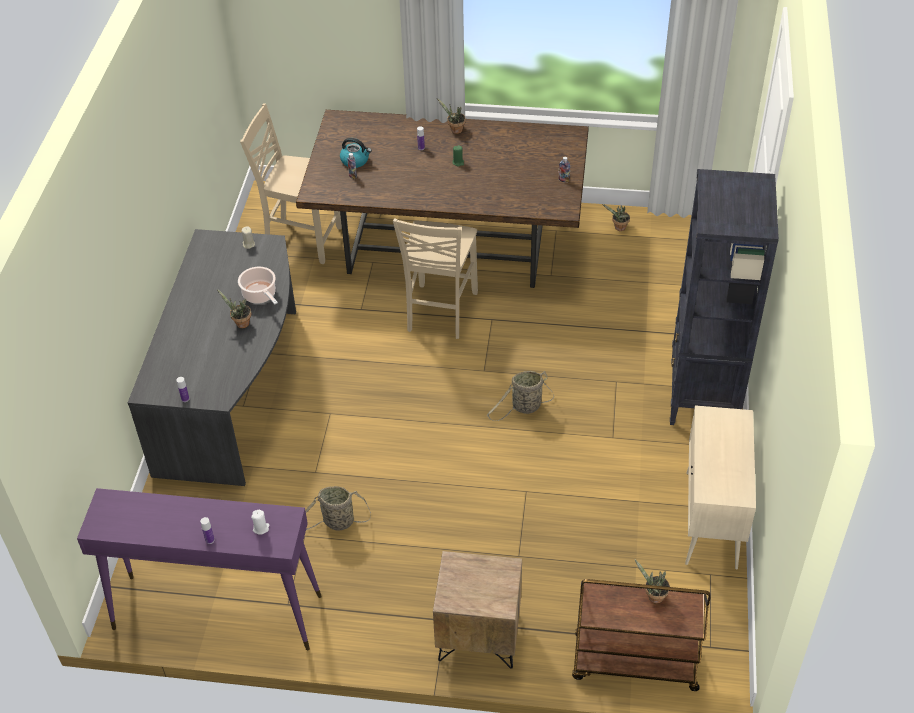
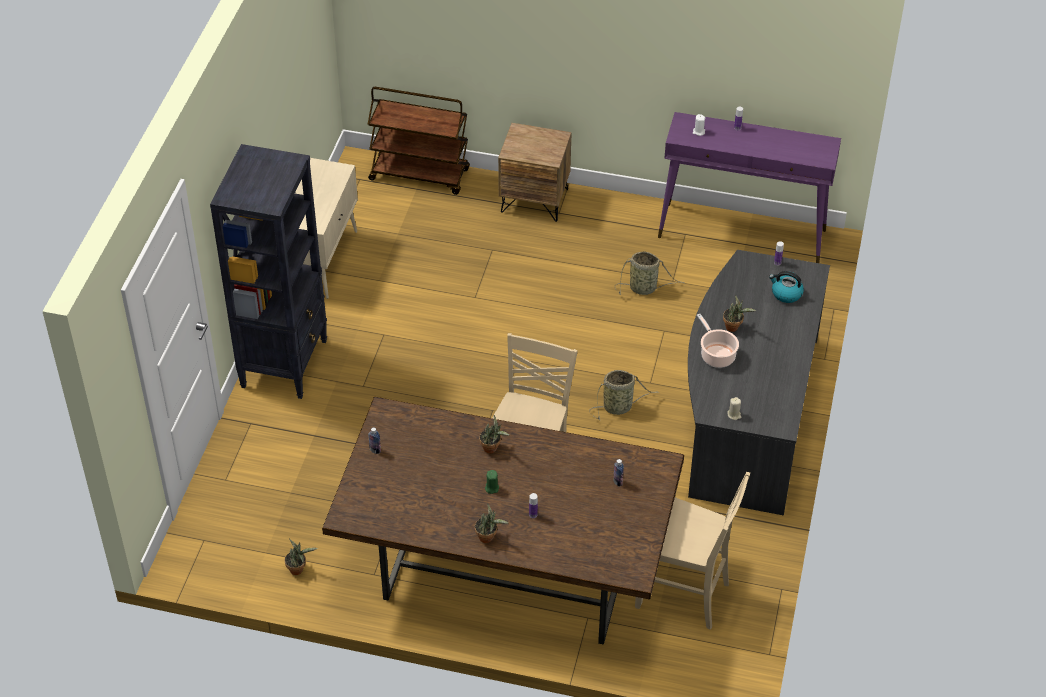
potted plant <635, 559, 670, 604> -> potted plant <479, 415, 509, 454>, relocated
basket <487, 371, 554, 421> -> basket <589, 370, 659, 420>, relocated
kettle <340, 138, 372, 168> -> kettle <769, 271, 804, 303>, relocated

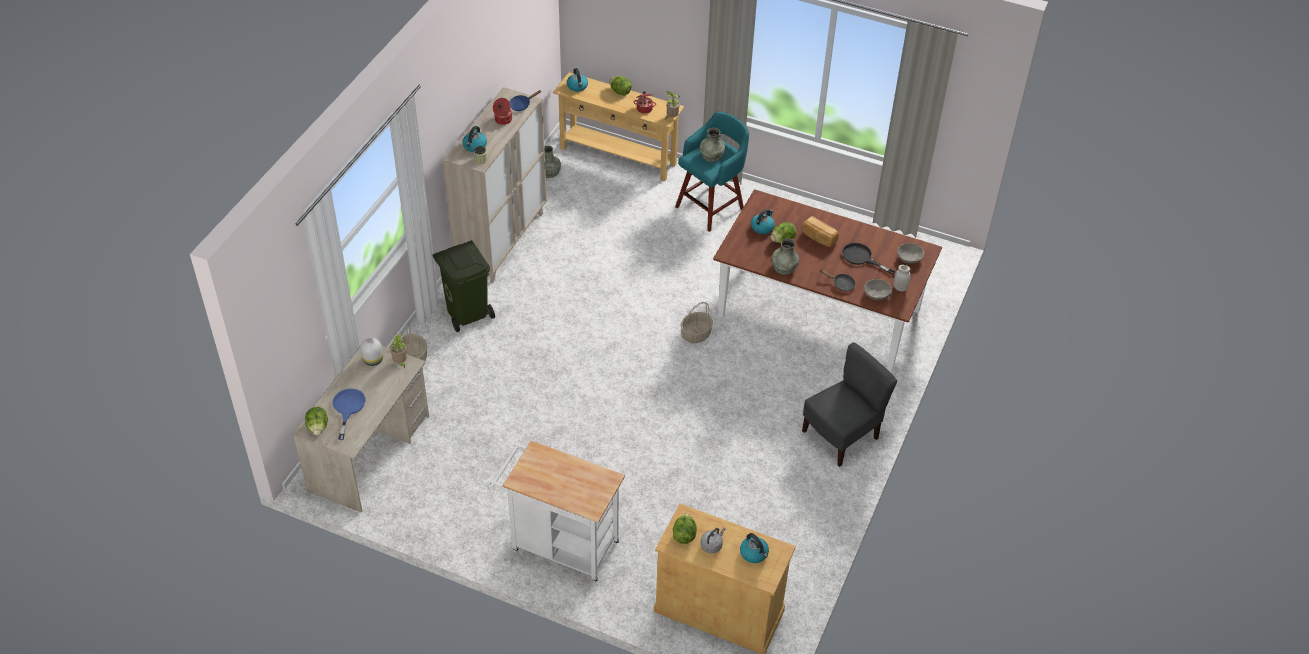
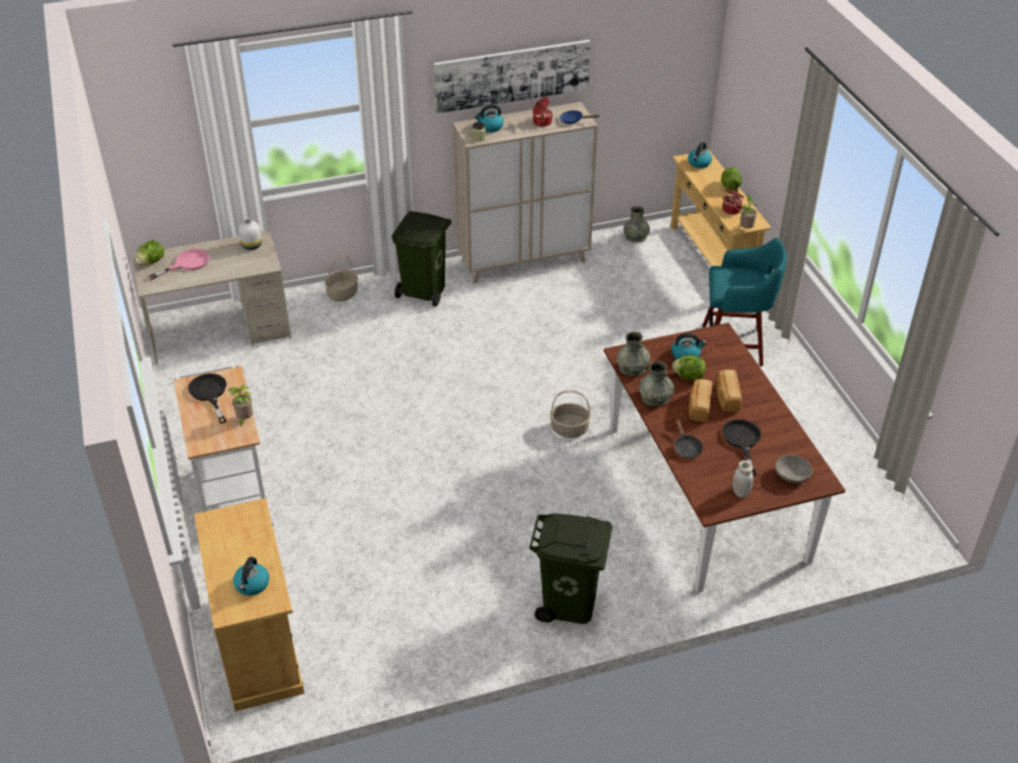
blue frying pan <333, 389, 365, 440> -> pink frying pan <148, 249, 209, 280>
none -> black frying pan <188, 374, 227, 424>
potted plant <390, 334, 407, 368> -> potted plant <228, 385, 253, 427>, relocated
none -> picture <434, 40, 591, 114>
grey chair <802, 343, 897, 467> -> green trash can <529, 513, 613, 624>
grey vase <699, 128, 725, 162> -> grey vase <617, 332, 650, 377>, relocated
none -> bread <689, 379, 713, 422>
lettuce <673, 514, 697, 544> -> none
grey kettle <701, 528, 725, 553> -> none
grey bowl <864, 279, 892, 300> -> none

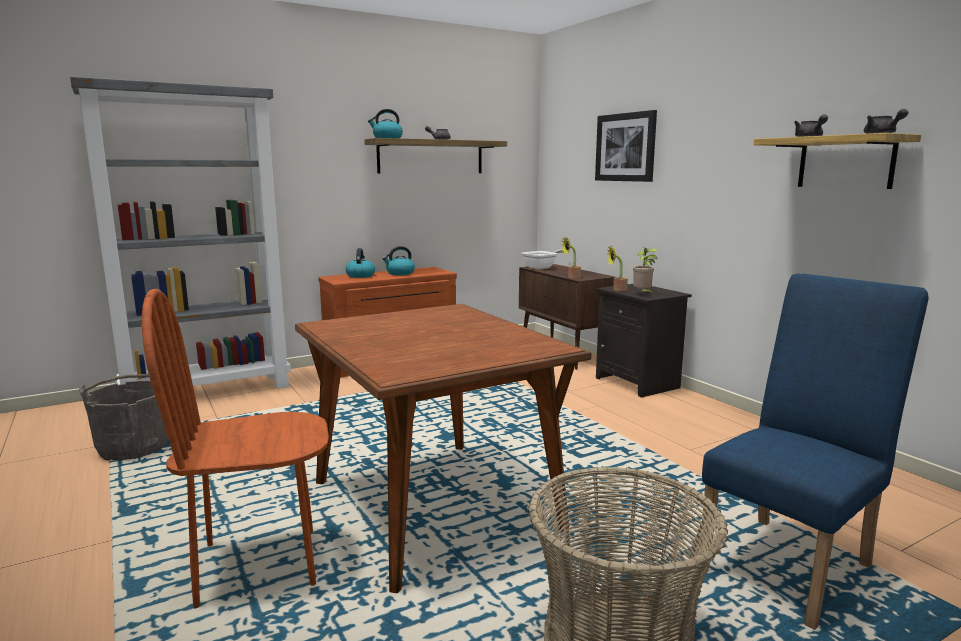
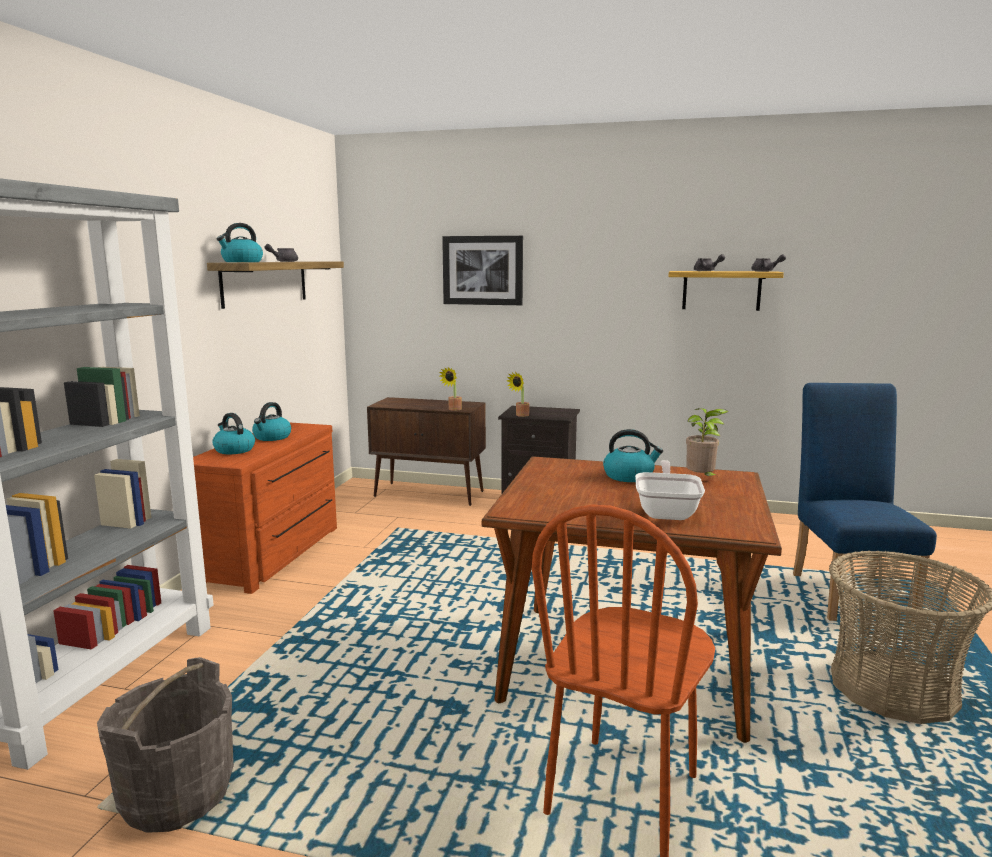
none -> kettle <603, 429, 663, 482>
frying pan <521, 249, 565, 269> -> frying pan <635, 460, 705, 520>, relocated
potted plant <633, 247, 658, 295> -> potted plant <686, 408, 728, 477>, relocated

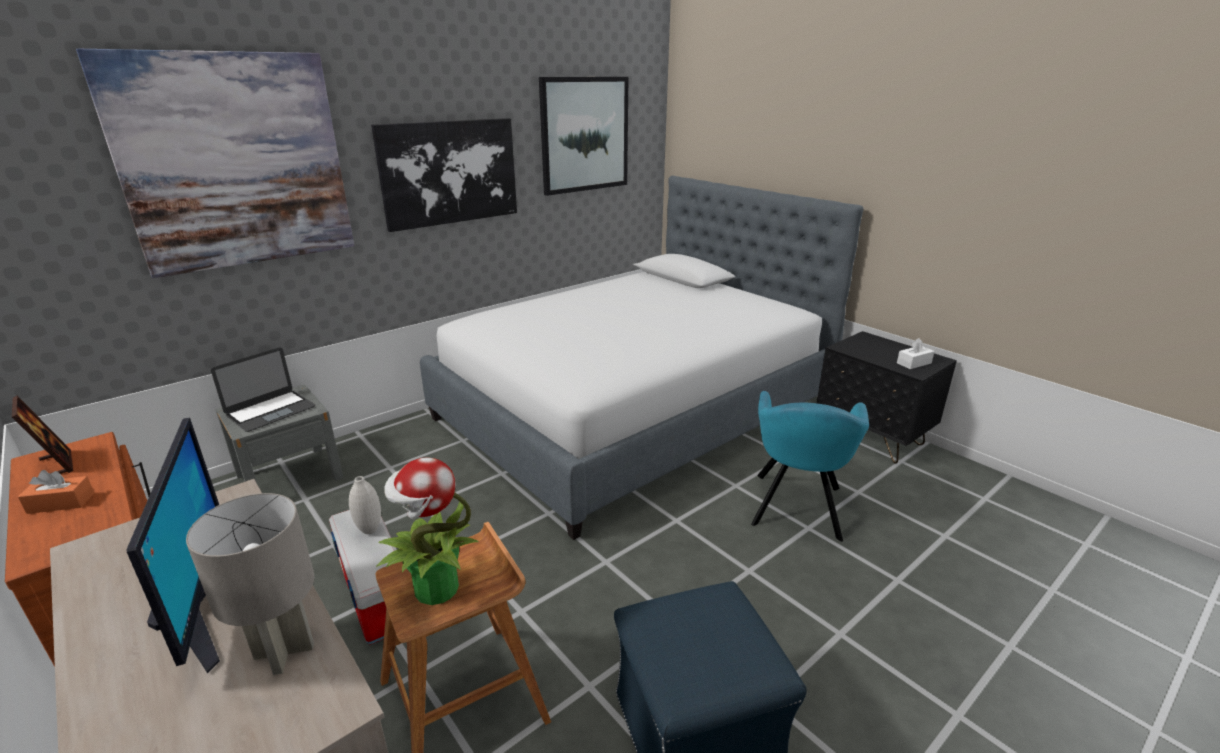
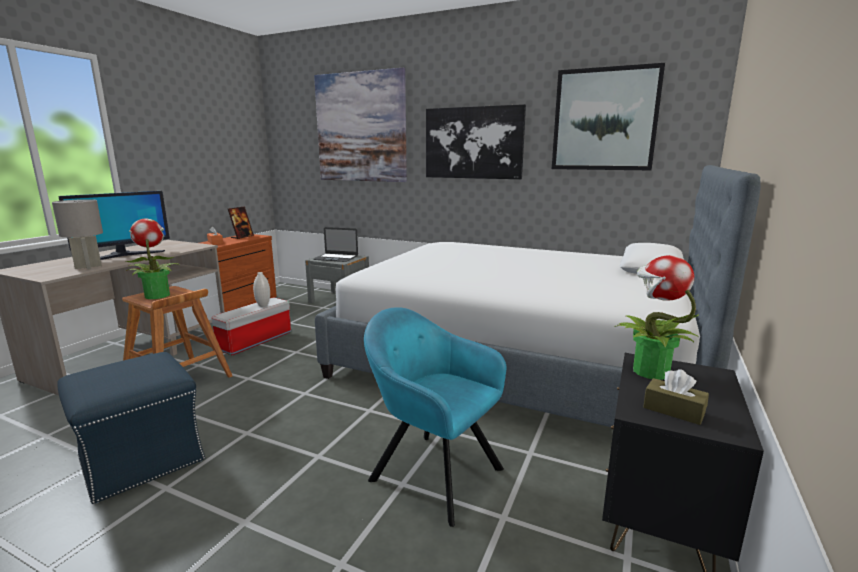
turquoise armchair <751, 391, 869, 541> -> turquoise armchair <364, 307, 506, 527>, 45 degrees clockwise
none -> potted plant <615, 255, 699, 380>
white tissue box <897, 338, 935, 369> -> brown tissue box <643, 369, 709, 425>

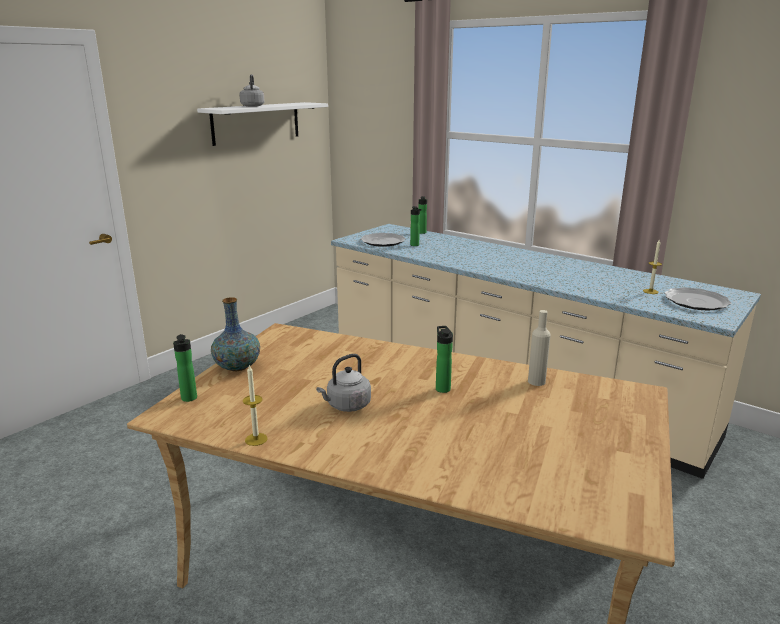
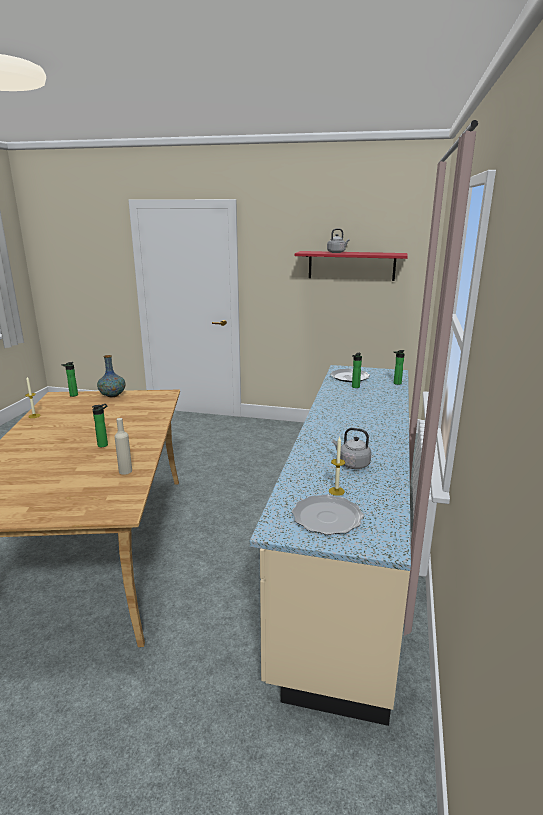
white shelf <197, 102, 328, 146> -> red shelf <295, 251, 408, 281>
grey kettle <316, 354, 371, 412> -> grey kettle <332, 428, 372, 469>, relocated

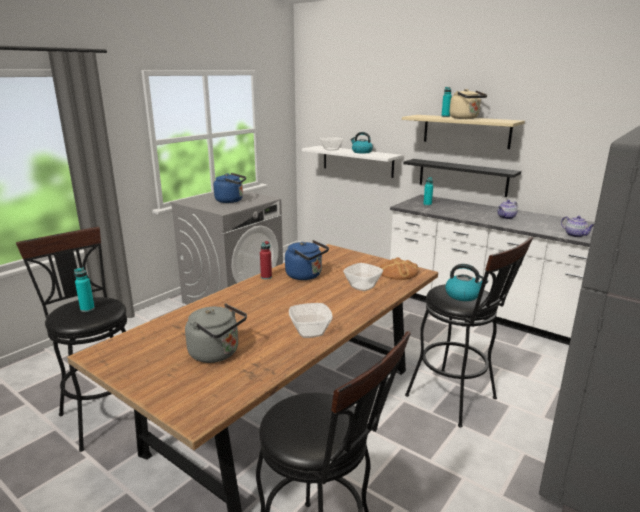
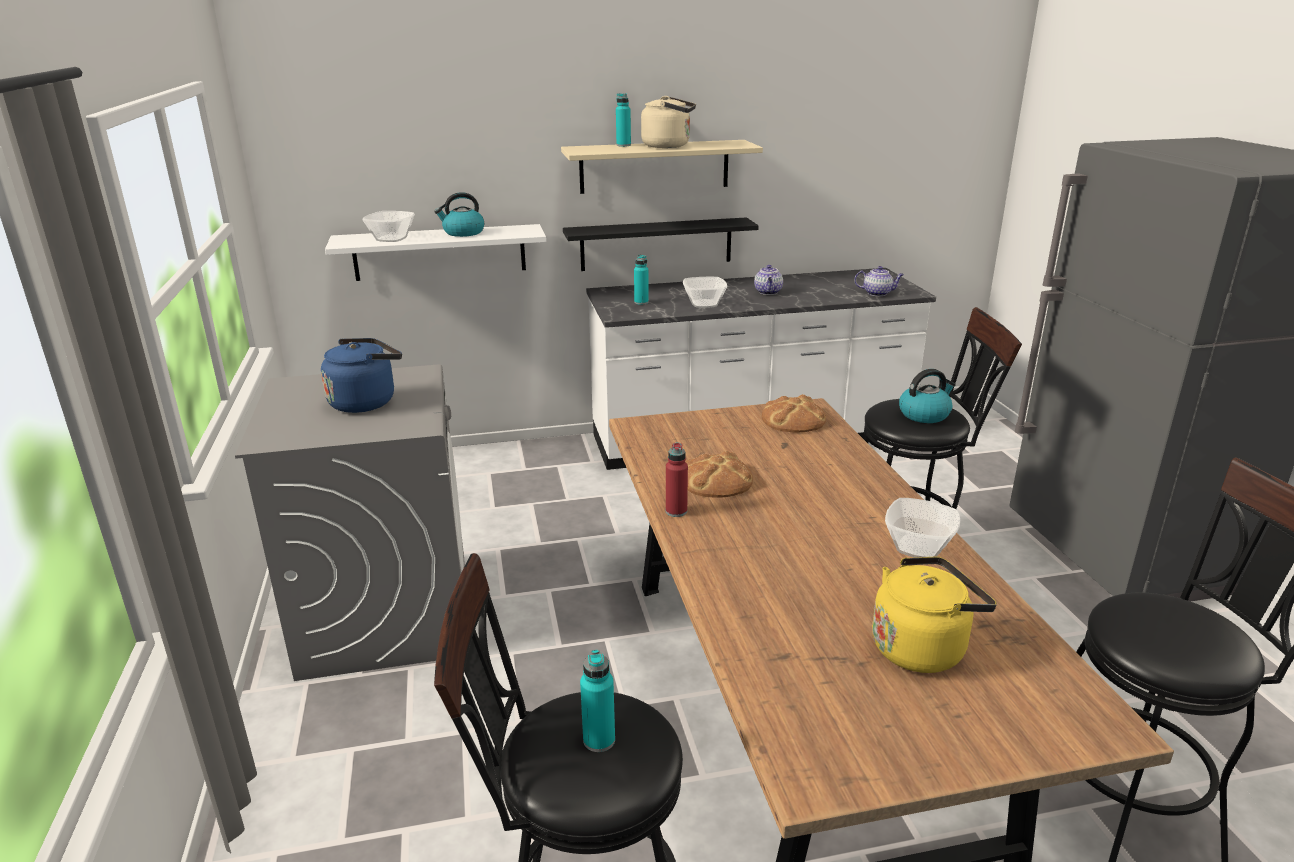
bowl <343, 263, 383, 291> -> bowl <683, 277, 727, 308>, relocated
blue kettle <285, 240, 329, 280> -> bread <685, 451, 753, 498>
grey kettle <185, 303, 247, 363> -> yellow kettle <872, 557, 997, 673>

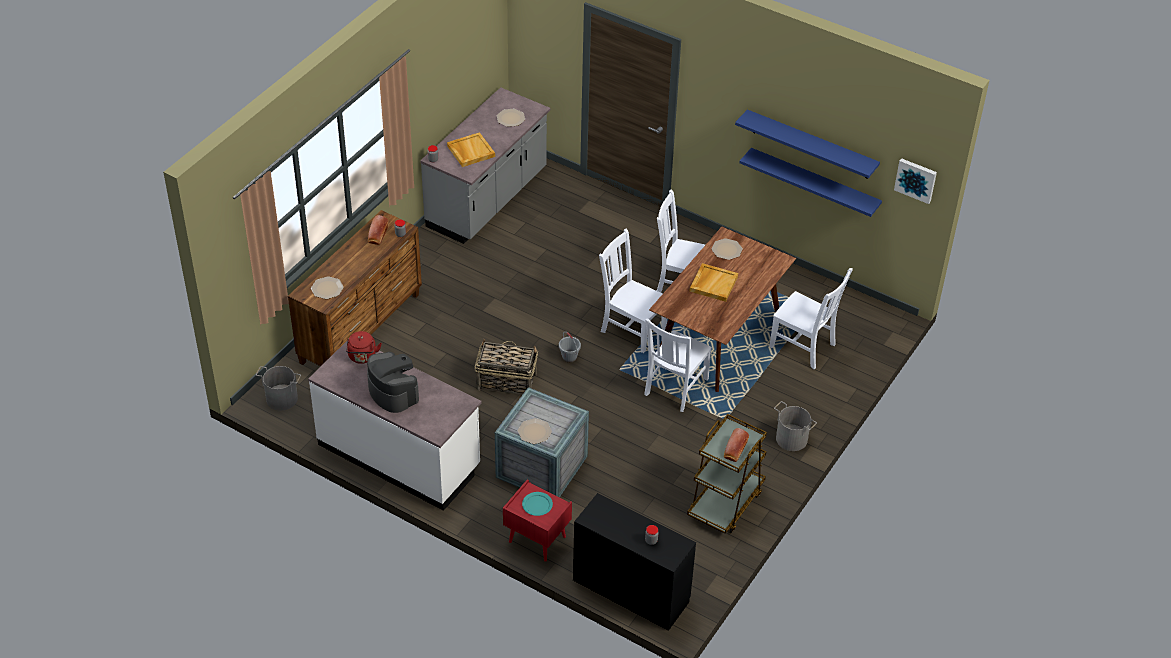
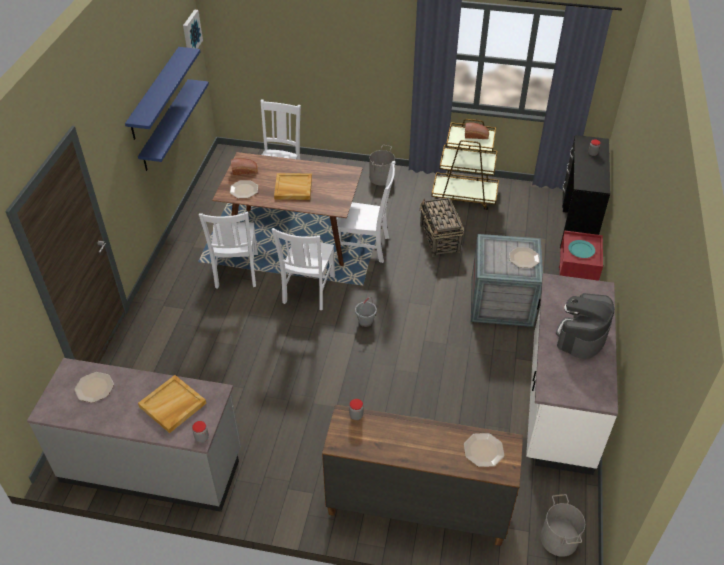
bread <368, 215, 388, 245> -> bread <231, 158, 258, 175>, relocated
basket <475, 339, 538, 395> -> basket <420, 198, 464, 256>, relocated
red kettle <346, 331, 382, 364> -> none

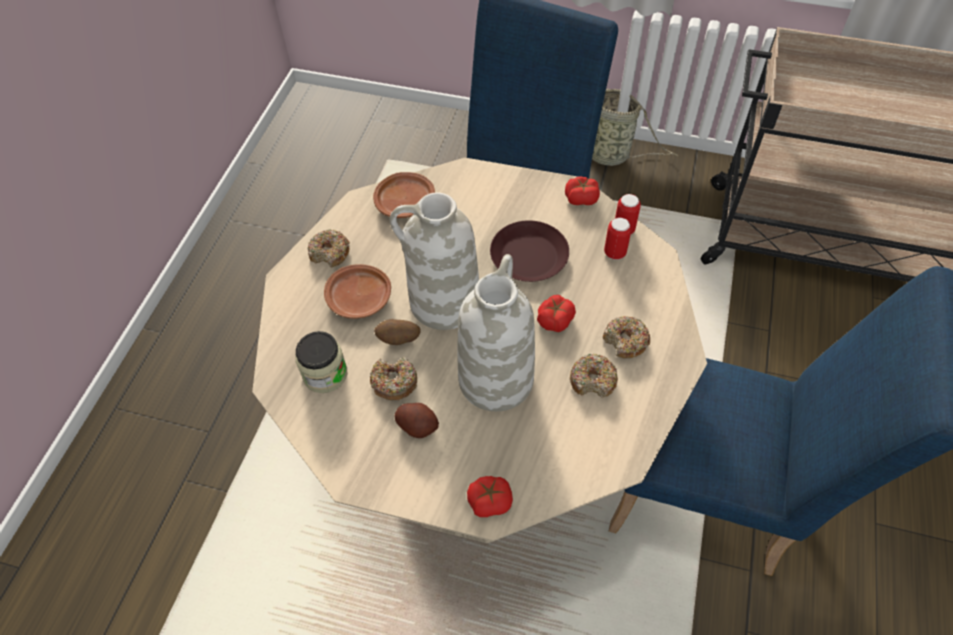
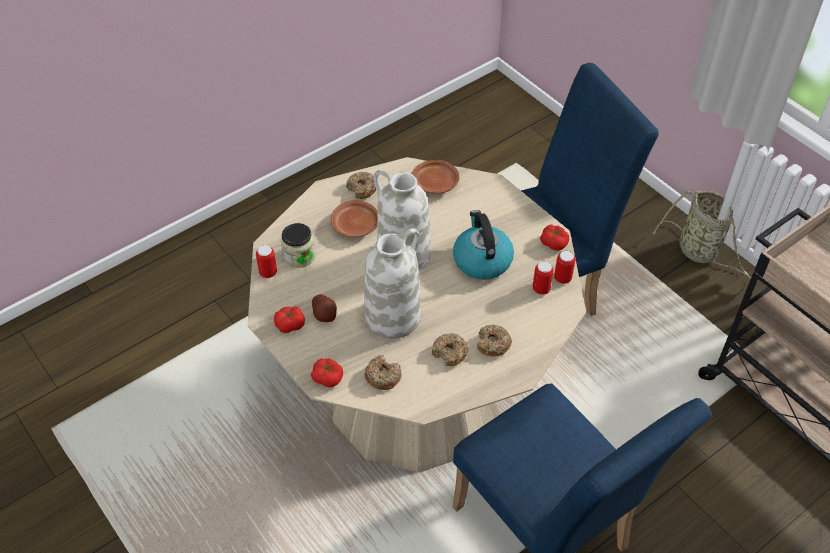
none -> can <256, 245, 277, 278>
tomato <537, 295, 576, 332> -> tomato <274, 307, 305, 333>, relocated
donut <370, 357, 417, 400> -> donut <364, 355, 402, 390>, relocated
brown plate <490, 220, 569, 282> -> kettle <453, 210, 514, 280>
potato <374, 319, 421, 345> -> none

